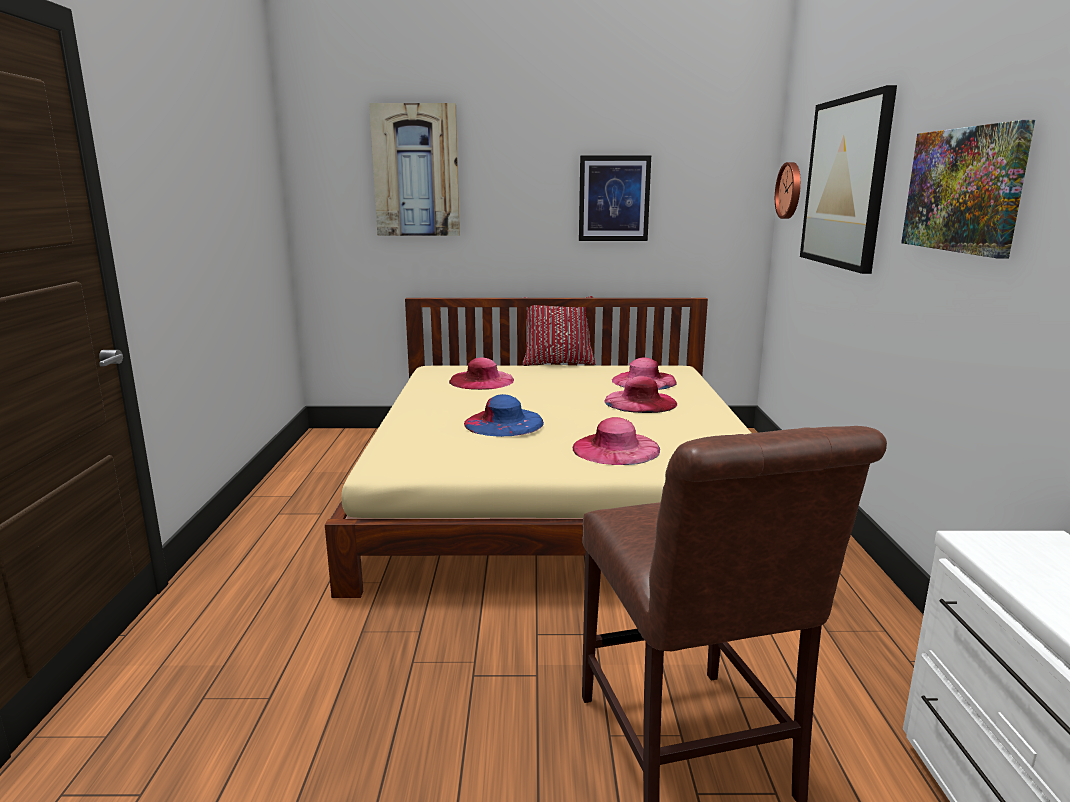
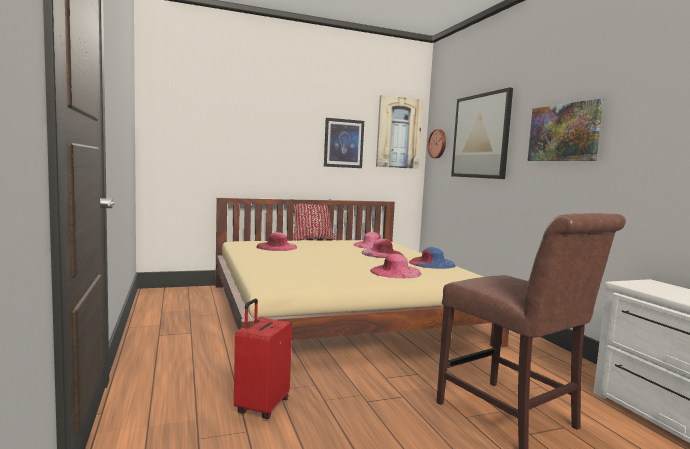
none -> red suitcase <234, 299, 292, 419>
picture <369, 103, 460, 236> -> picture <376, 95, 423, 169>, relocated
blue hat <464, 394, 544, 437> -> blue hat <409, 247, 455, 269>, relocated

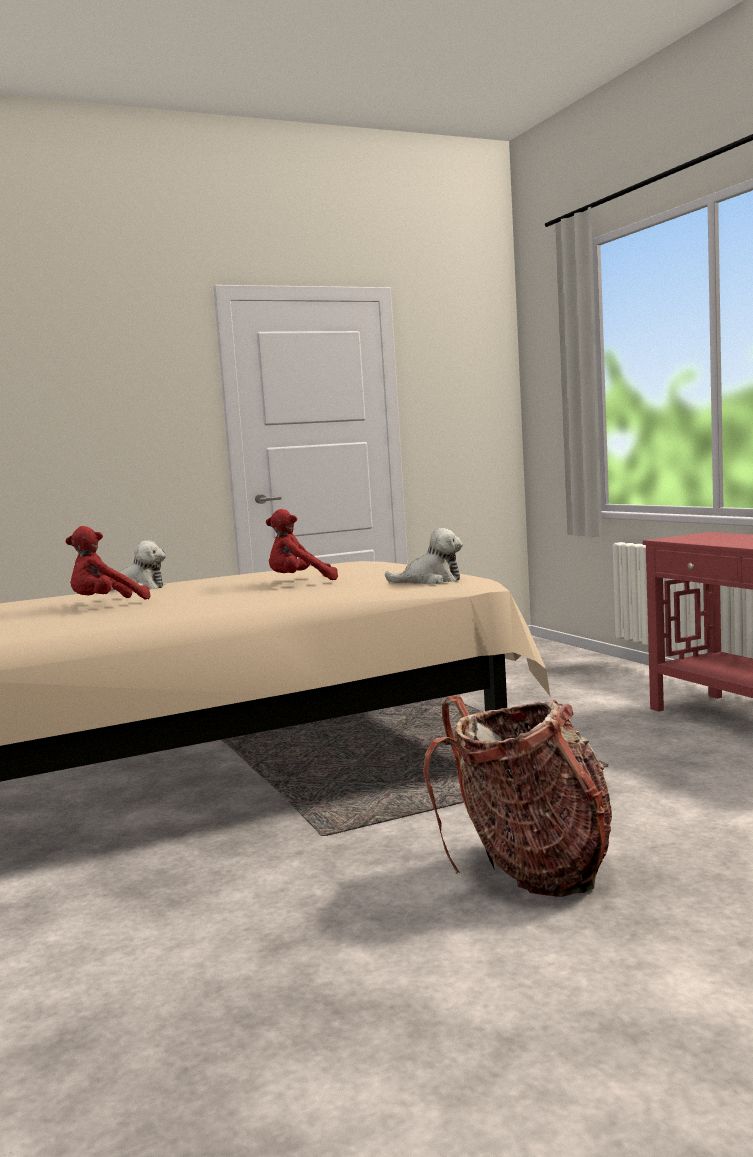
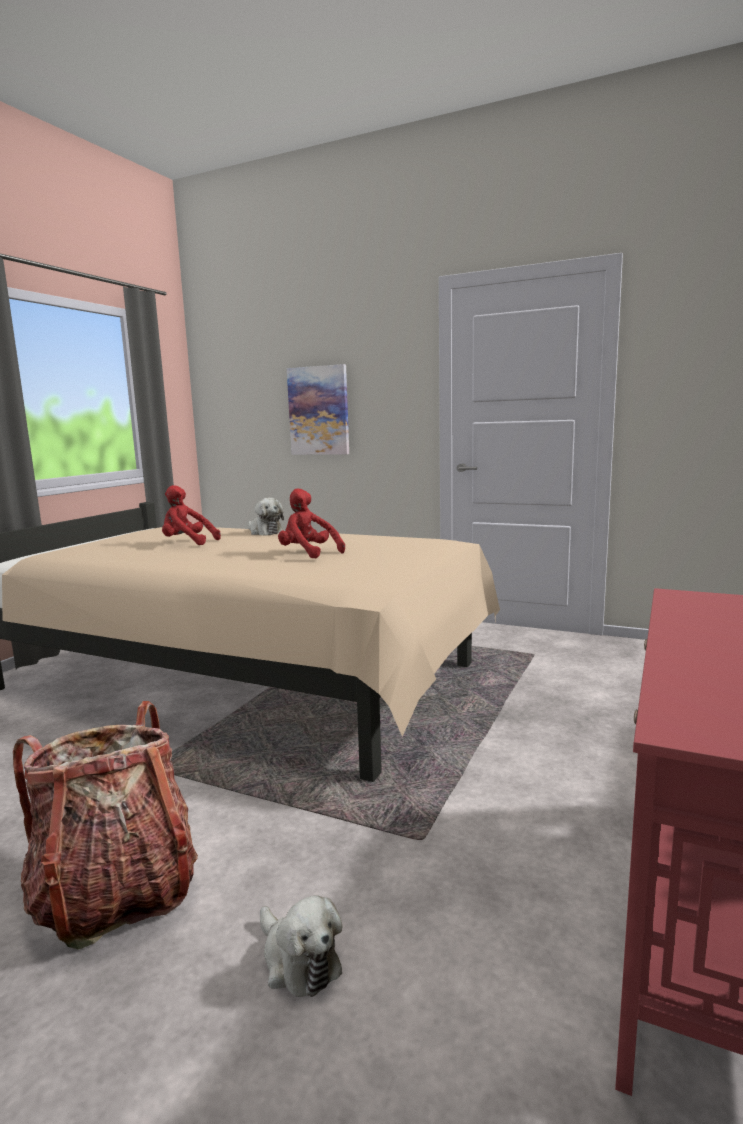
plush toy <385, 528, 463, 584> -> plush toy <260, 895, 342, 997>, relocated
none -> picture <287, 364, 349, 455>

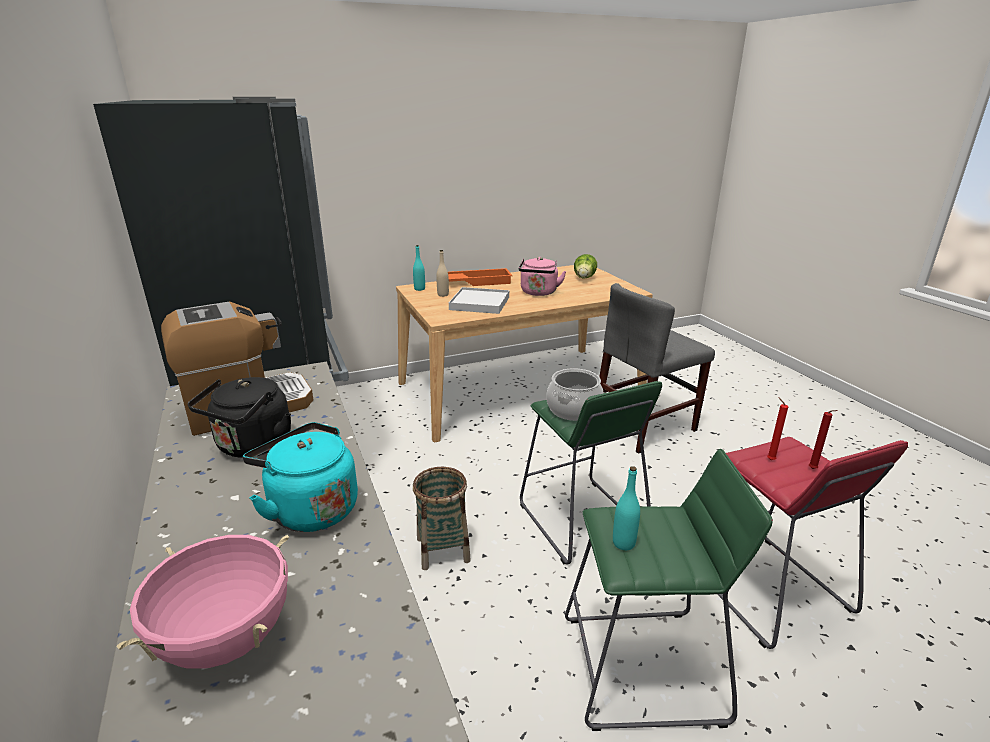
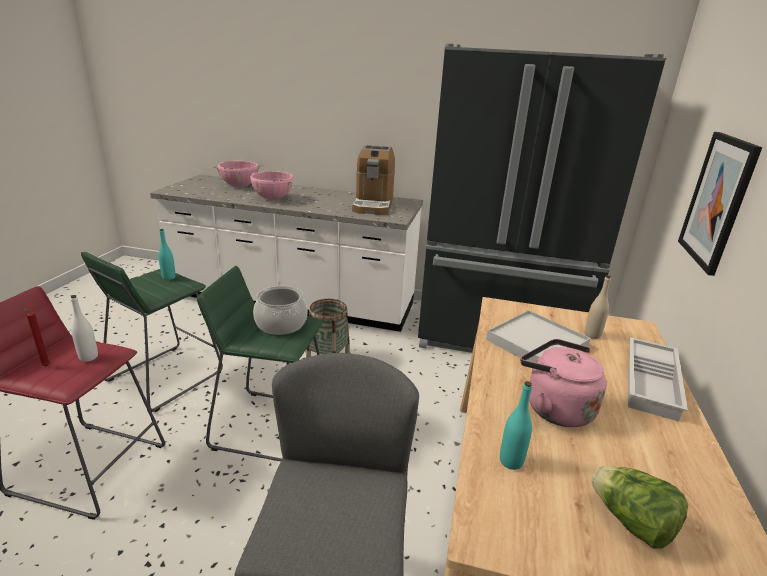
red candle <767, 397, 788, 460> -> white bottle <70, 295, 98, 362>
turquoise kettle <243, 422, 358, 532> -> pink cooking pot <250, 171, 293, 200>
turquoise bottle <413, 245, 425, 291> -> turquoise bottle <500, 381, 532, 470>, relocated
orange tray <448, 268, 512, 286> -> white tray <628, 337, 688, 422>
none -> picture <678, 132, 762, 276>
black kettle <188, 377, 291, 458> -> none

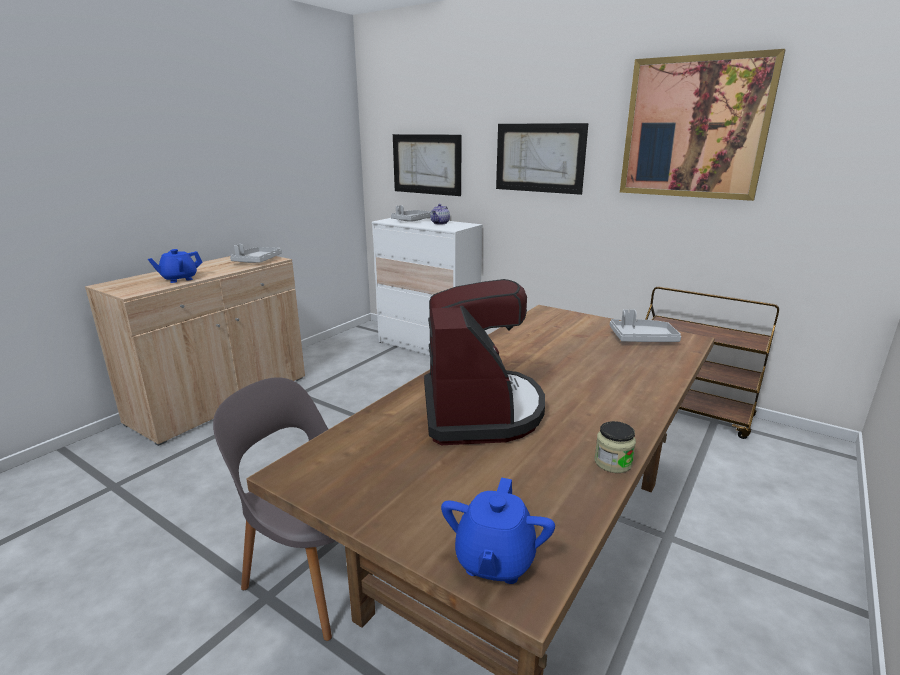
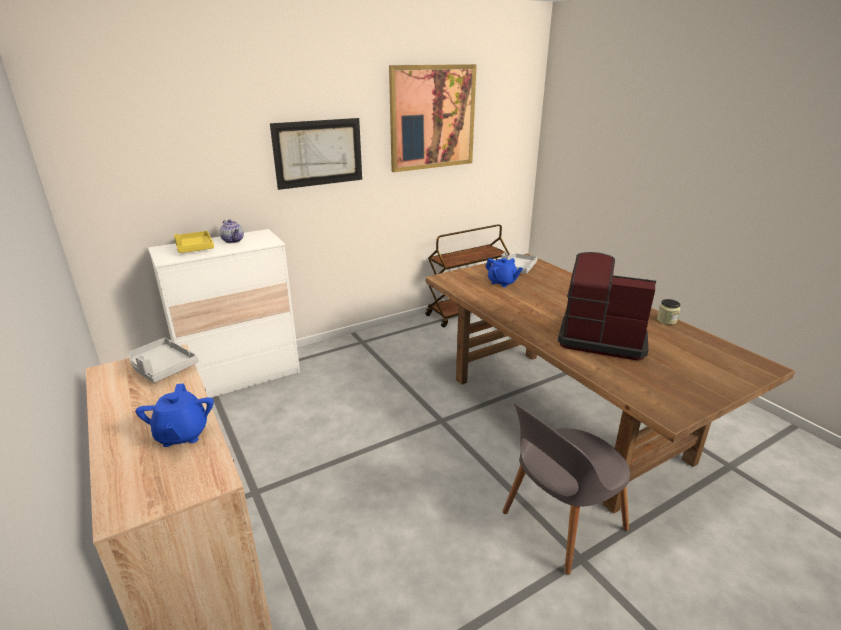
grey tray <391, 205, 431, 222> -> yellow tray <174, 231, 214, 253>
blue teapot <441, 477, 555, 584> -> blue teapot <486, 258, 523, 287>, relocated
picture <393, 134, 462, 196> -> none

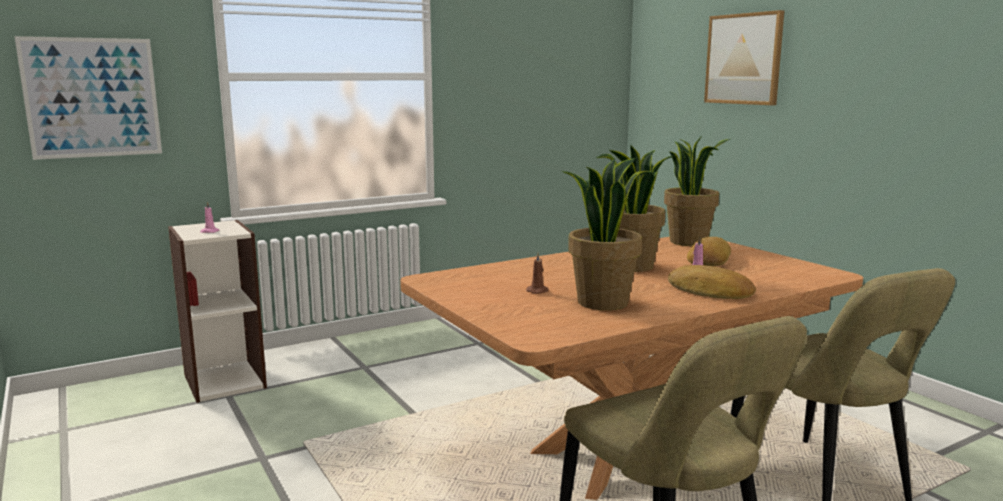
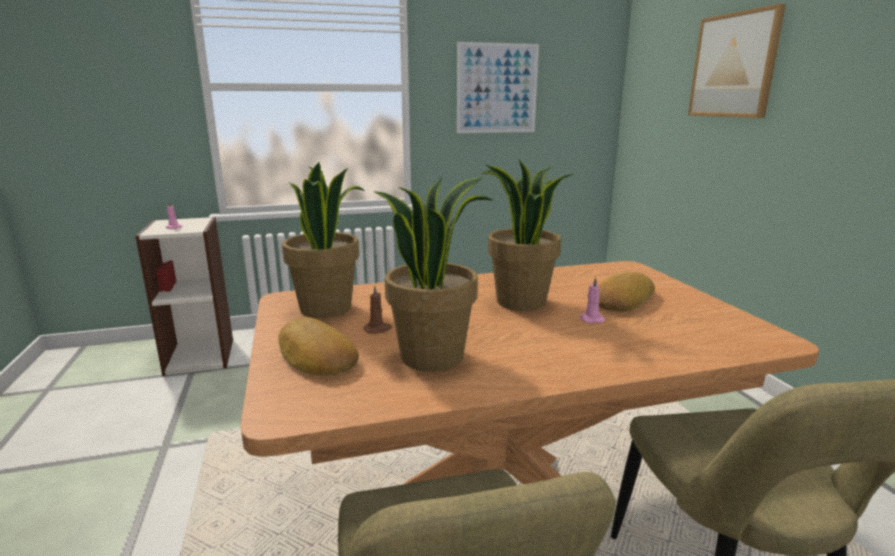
bread <668, 265, 756, 299> -> bread <278, 317, 359, 376>, relocated
potted plant <664, 136, 730, 246> -> potted plant <282, 162, 365, 318>, relocated
picture <14, 36, 162, 160> -> picture <457, 42, 539, 133>, relocated

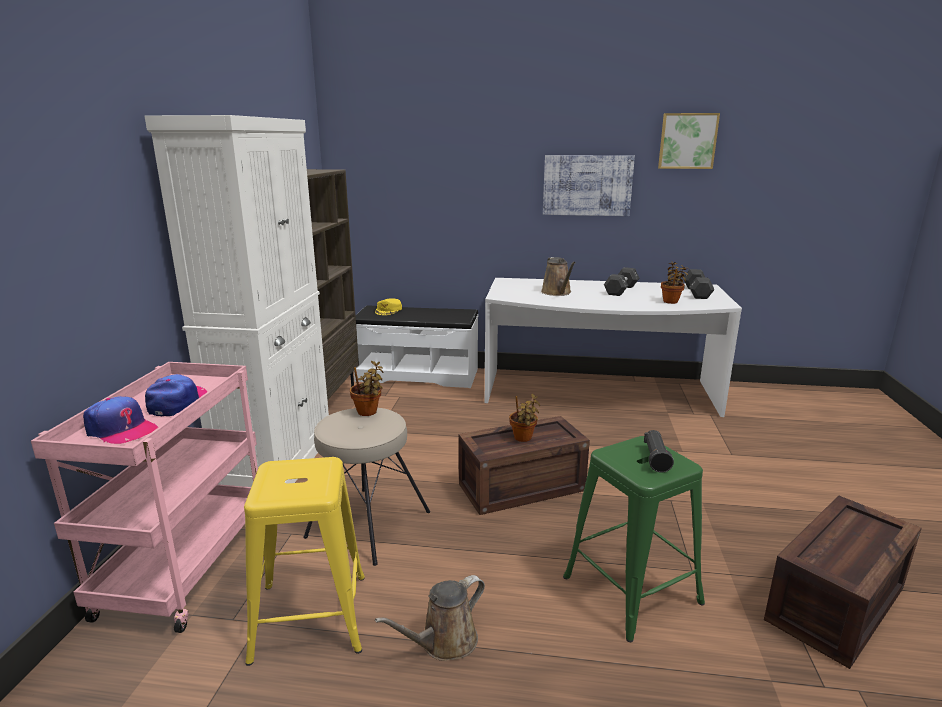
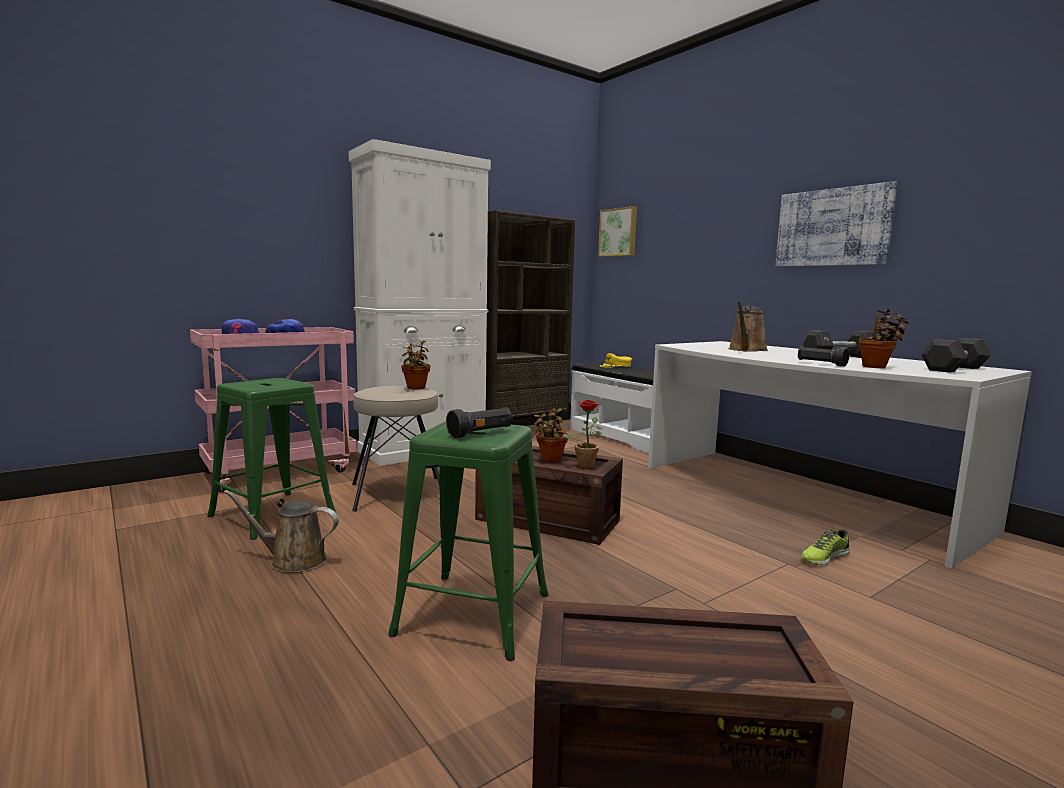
yellow stool <244, 457, 365, 666> -> green stool <207, 378, 336, 540>
none -> potted plant <563, 400, 603, 469>
picture <658, 113, 720, 169> -> picture <598, 206, 637, 257>, relocated
none -> black flashlight <798, 346, 850, 367>
none -> shoe <801, 529, 850, 566>

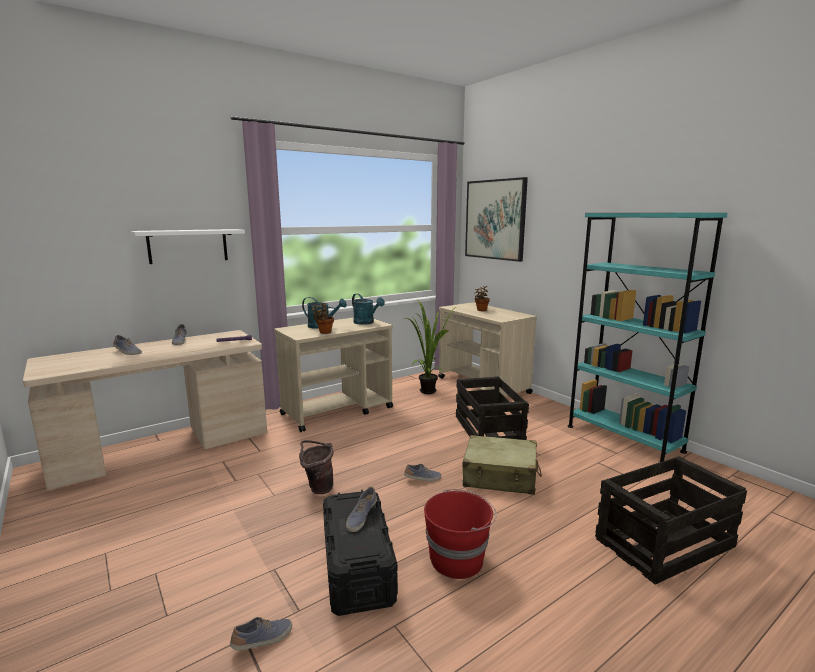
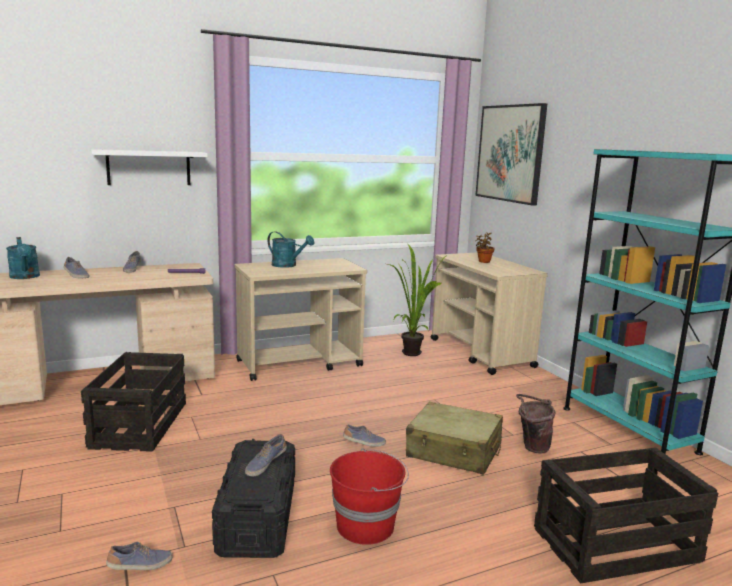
turquoise watering can <352, 294, 385, 325> -> turquoise watering can <6, 237, 40, 279>, relocated
crate <456, 376, 529, 440> -> crate <81, 352, 186, 452>, relocated
brown bucket <299, 440, 333, 494> -> brown bucket <516, 394, 555, 454>, relocated
potted plant <312, 303, 334, 334> -> none

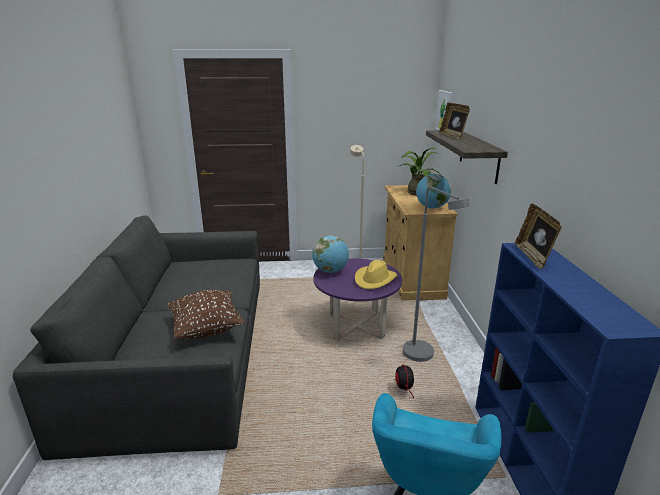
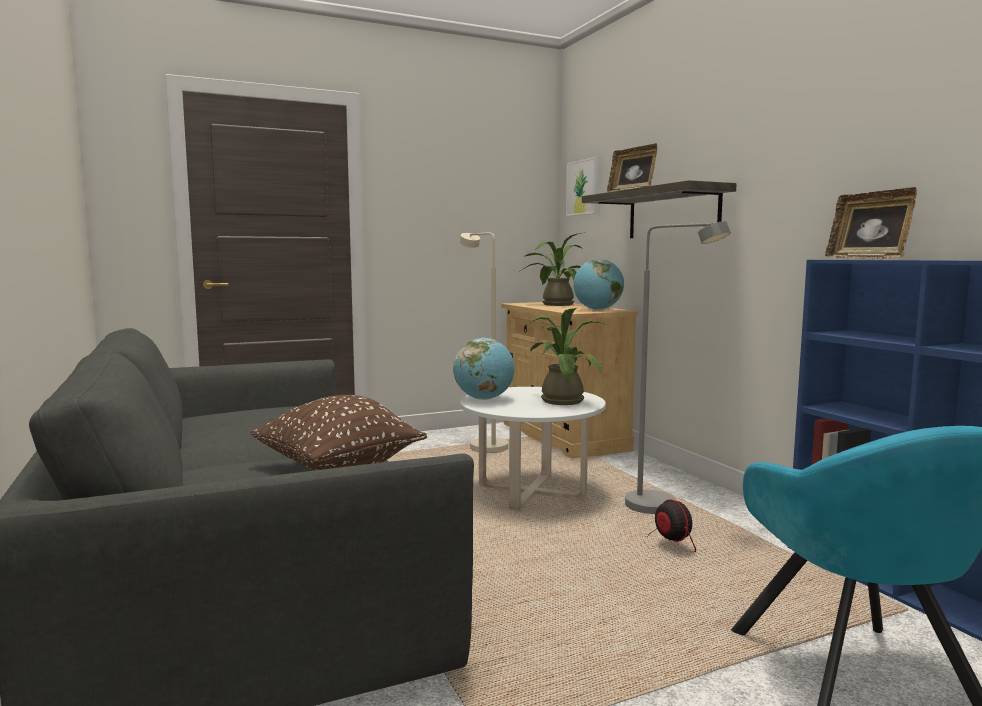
purple coffee table <313, 259, 402, 341> -> white coffee table <460, 387, 606, 510>
yellow hat <355, 260, 397, 289> -> potted plant <525, 308, 610, 405>

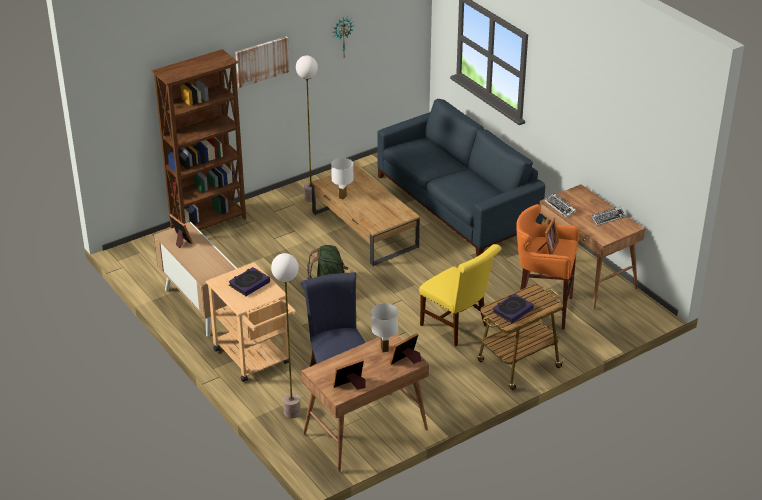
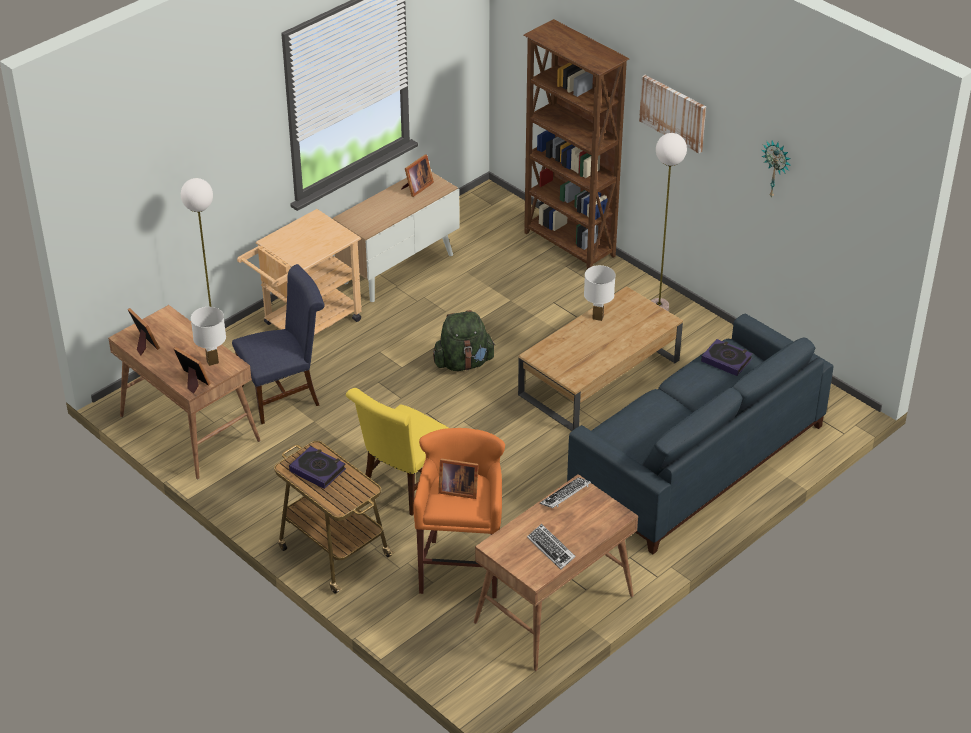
book <228, 267, 270, 296> -> book <701, 339, 753, 376>, relocated

